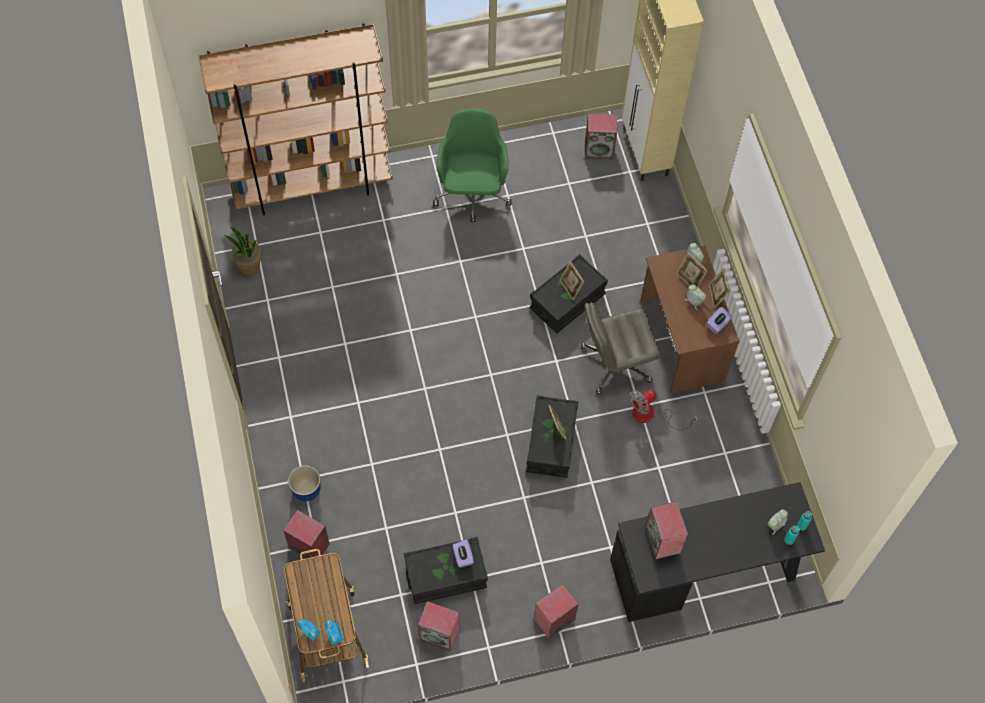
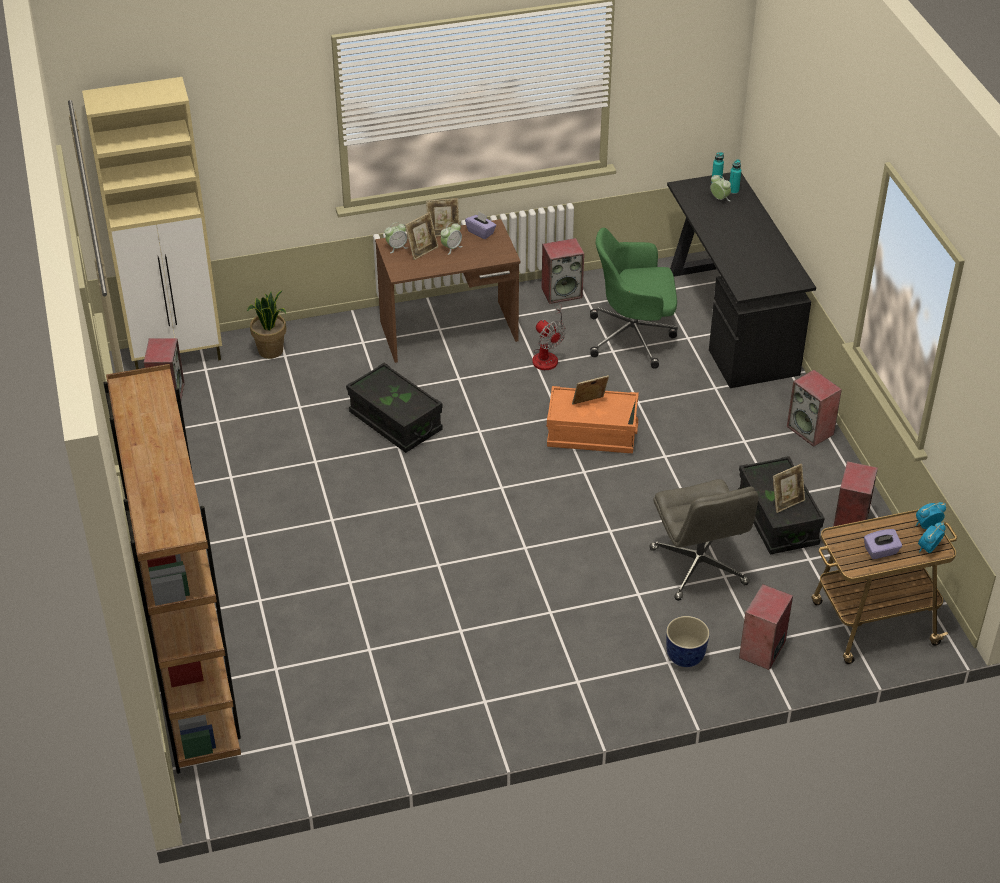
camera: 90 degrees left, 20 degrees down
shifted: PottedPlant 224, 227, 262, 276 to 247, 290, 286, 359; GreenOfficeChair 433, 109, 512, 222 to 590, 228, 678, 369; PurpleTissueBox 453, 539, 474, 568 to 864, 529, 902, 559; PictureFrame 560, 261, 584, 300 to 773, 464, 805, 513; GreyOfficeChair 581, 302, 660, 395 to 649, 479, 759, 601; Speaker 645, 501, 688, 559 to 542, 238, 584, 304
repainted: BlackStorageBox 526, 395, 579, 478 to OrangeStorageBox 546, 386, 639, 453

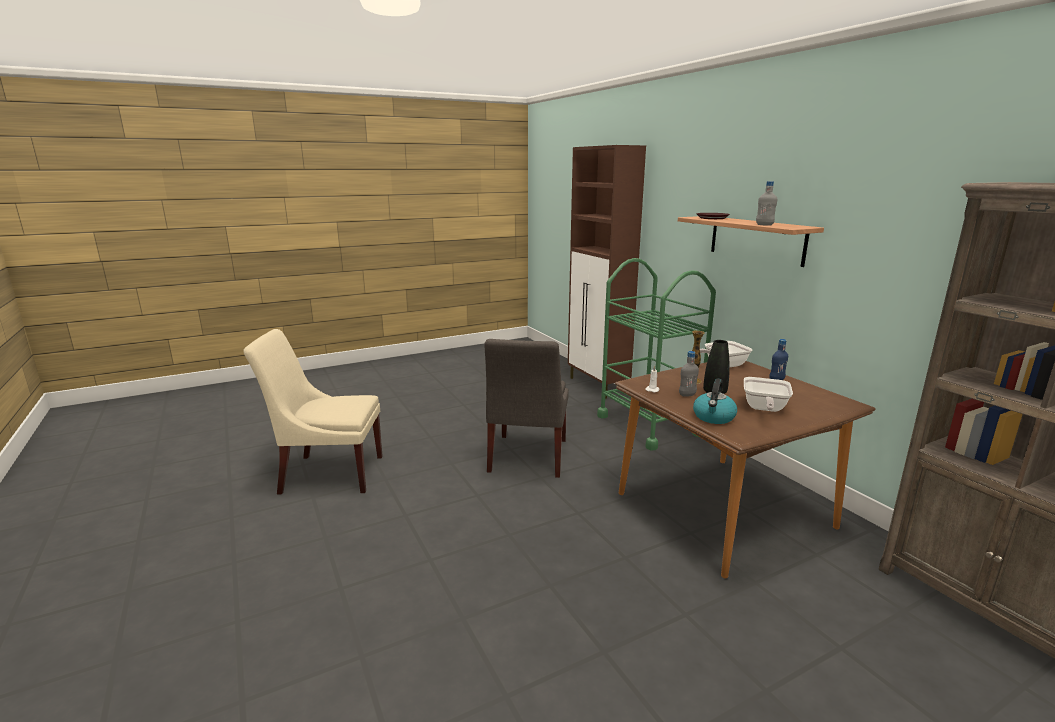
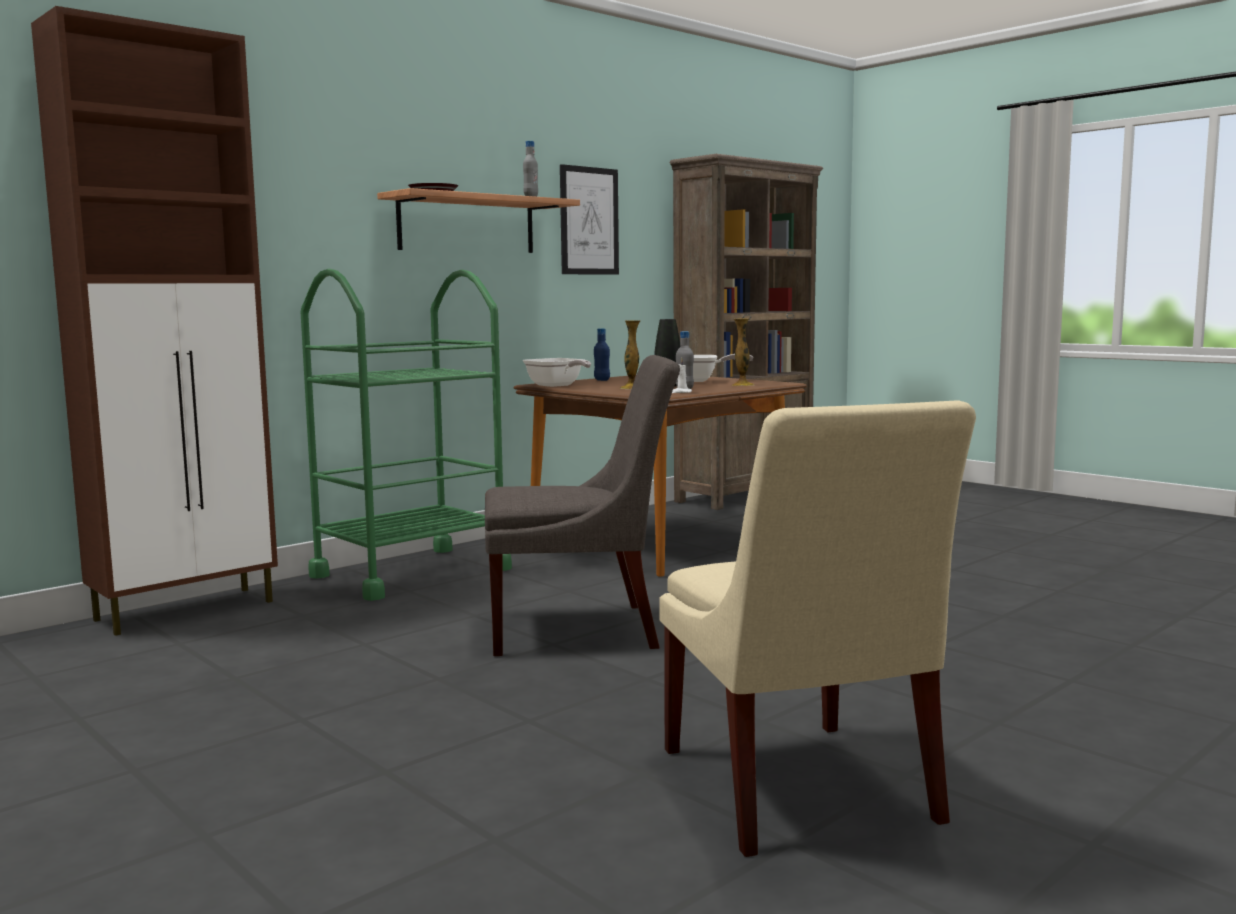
camera: 105 degrees left, 10 degrees down
new: Picture 560, 164, 619, 275
swapped: Kettle 693, 379, 737, 424 to Vase 731, 318, 754, 386

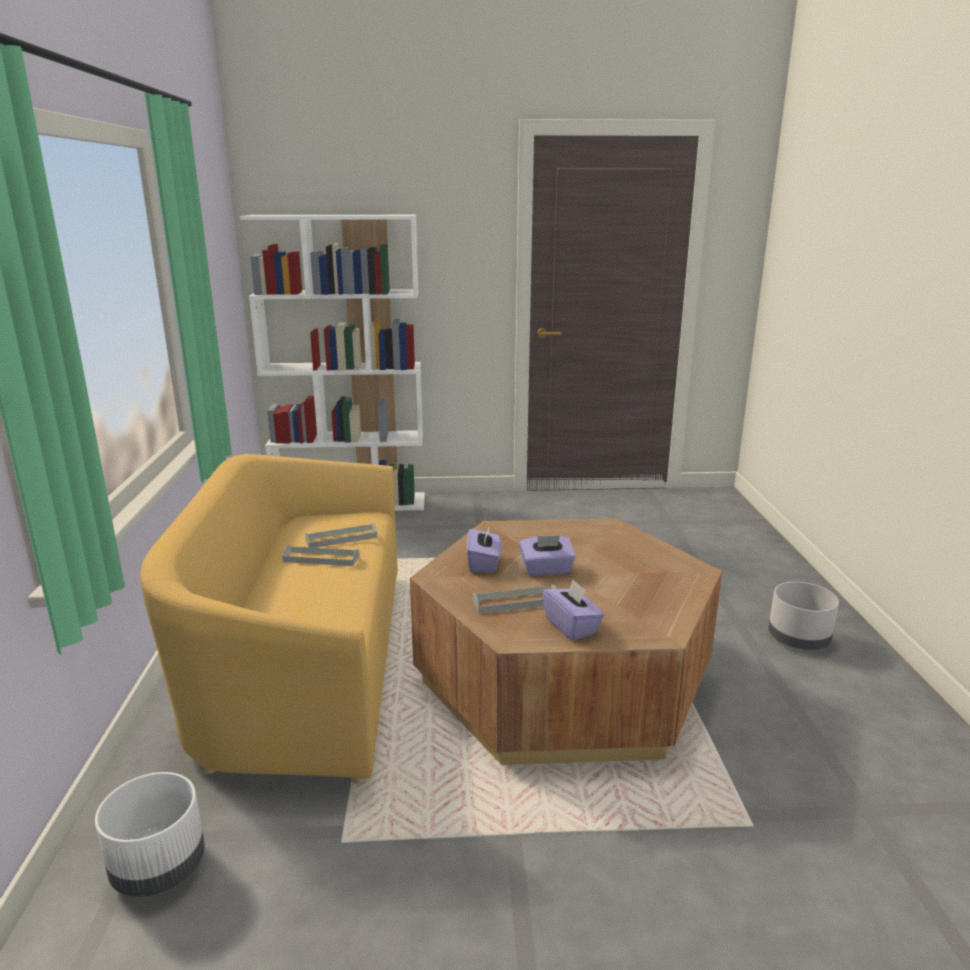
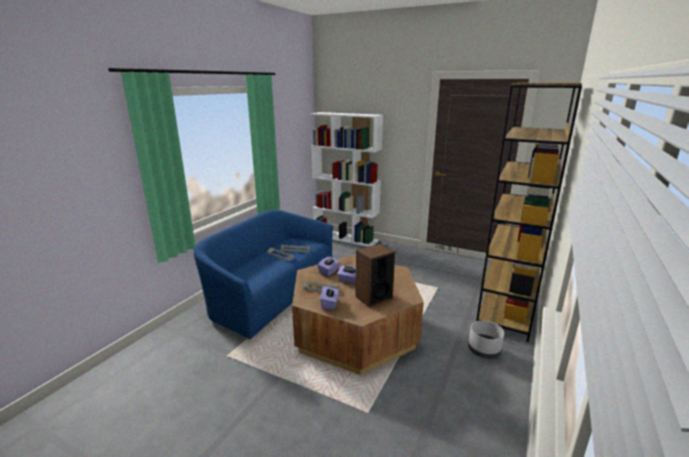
camera: 30 degrees right, 0 degrees up
gone: WhitePlanter 95, 772, 205, 897
new: Speaker 356, 244, 395, 307; BrownBookcase 476, 83, 582, 342
repainted: YellowSofa 140, 454, 398, 784 to BlueSofa 194, 210, 333, 341

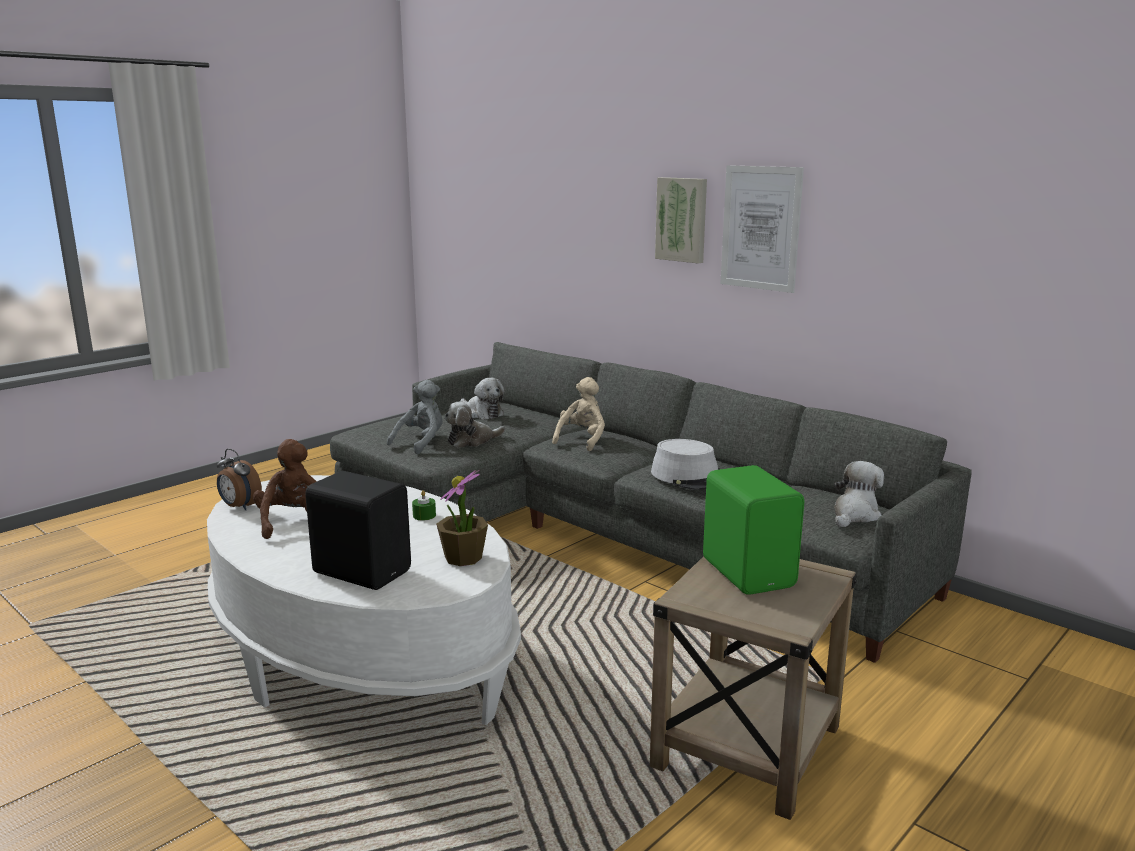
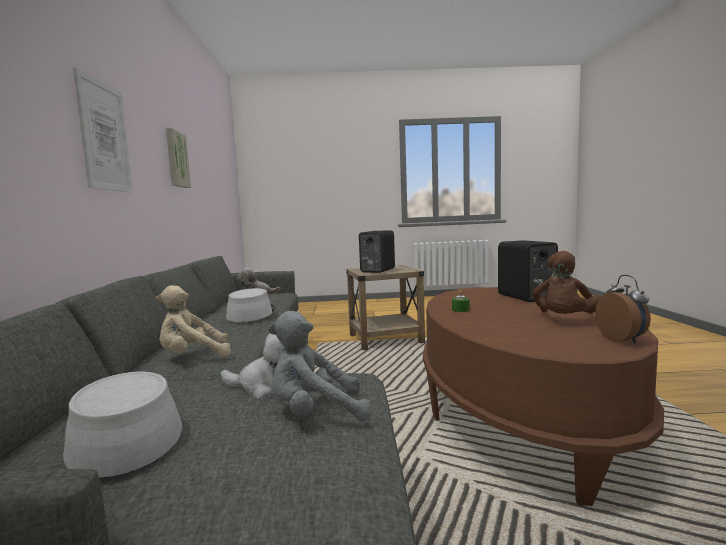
camera: 135 degrees left, 10 degrees down
gone: PottedPlant 436, 470, 488, 566
shifted: Picture 655, 177, 707, 264 to 166, 128, 191, 188
swapped: PlushToy 461, 378, 505, 419 to GreyHat 63, 372, 183, 478
repainted: WhiteCoffeeTable 207, 475, 521, 725 to BrownCoffeeTable 423, 287, 664, 506; GreenSpeaker 703, 465, 804, 595 to BlackSpeaker 359, 230, 395, 273

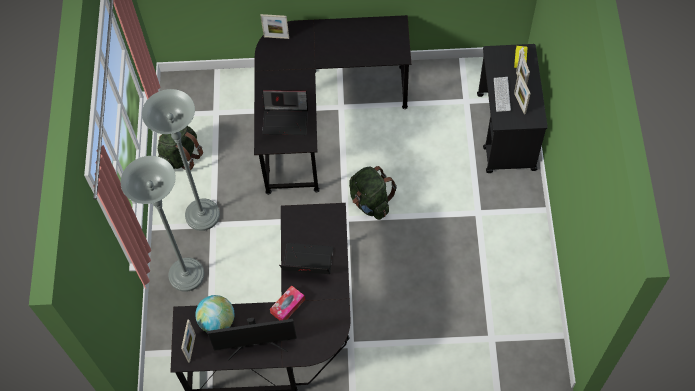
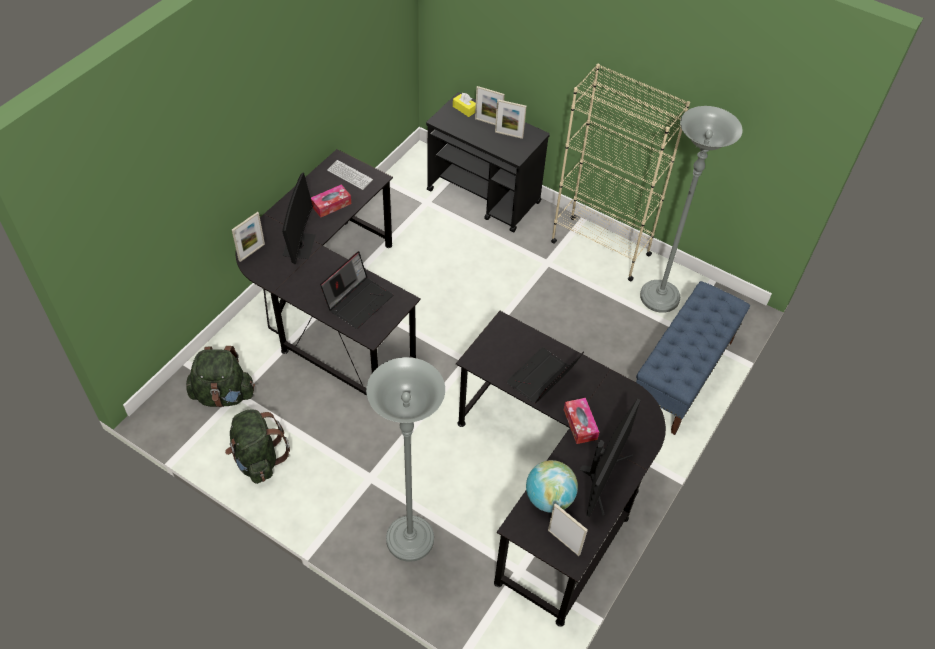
camera: 60 degrees left, 10 degrees down
new: Monitor 282, 172, 316, 264; TissueBox 311, 184, 351, 217; BeigeBookcase 551, 63, 690, 281; BlueBench 636, 281, 750, 435
shifted: GreyFloorLamp 142, 89, 220, 231 to 640, 106, 743, 313; GreenBackpack 349, 166, 397, 220 to 186, 346, 255, 407; Keyboard 494, 77, 511, 112 to 327, 160, 373, 190

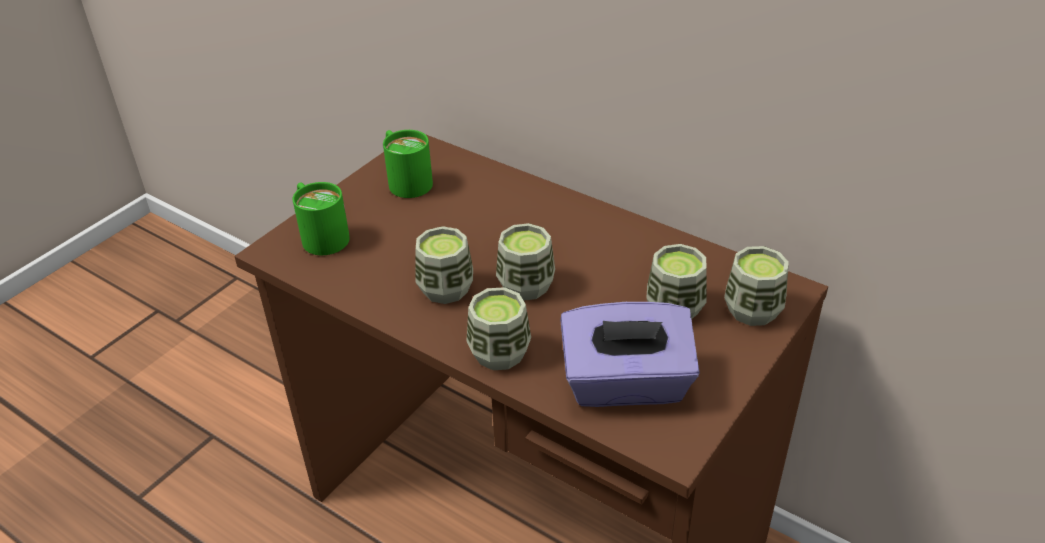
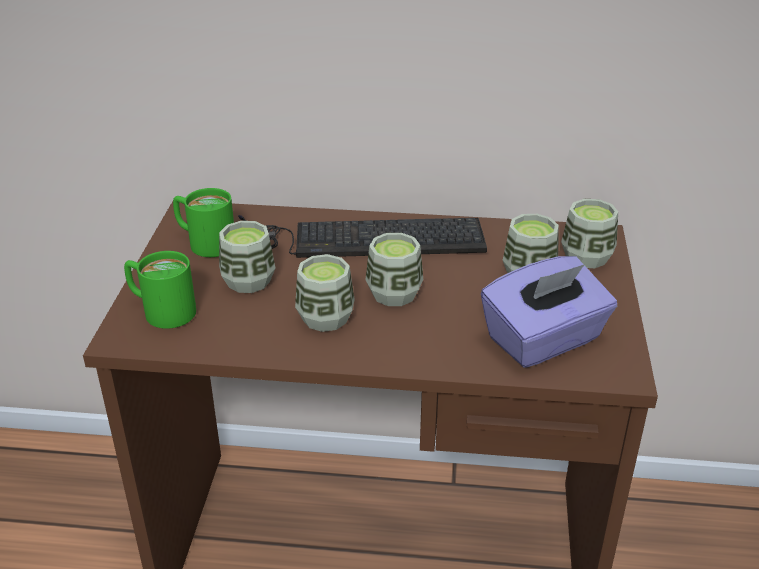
camera: 30 degrees left, 5 degrees down
new: Keyboard 238, 215, 487, 258
shifted: Cup 467, 287, 531, 370 to 219, 221, 275, 293

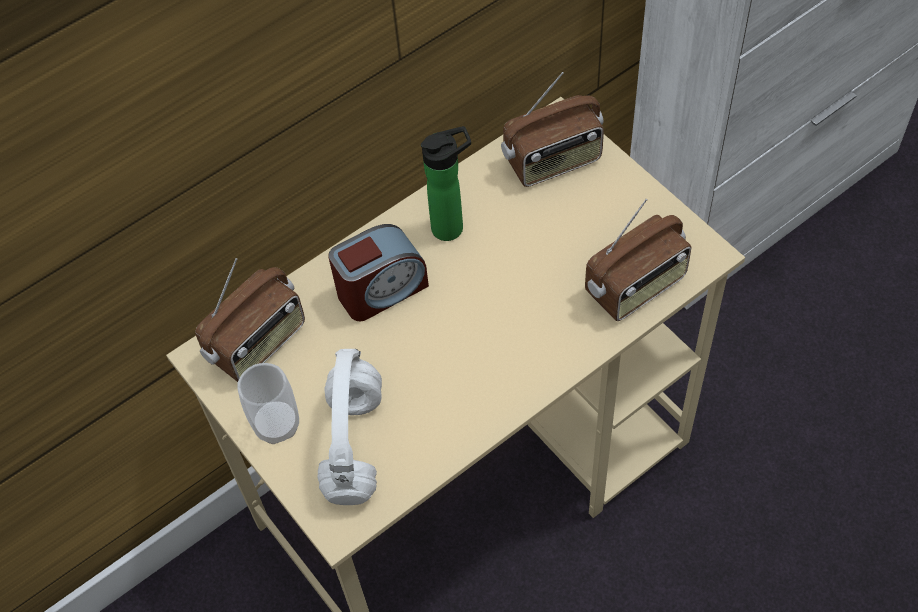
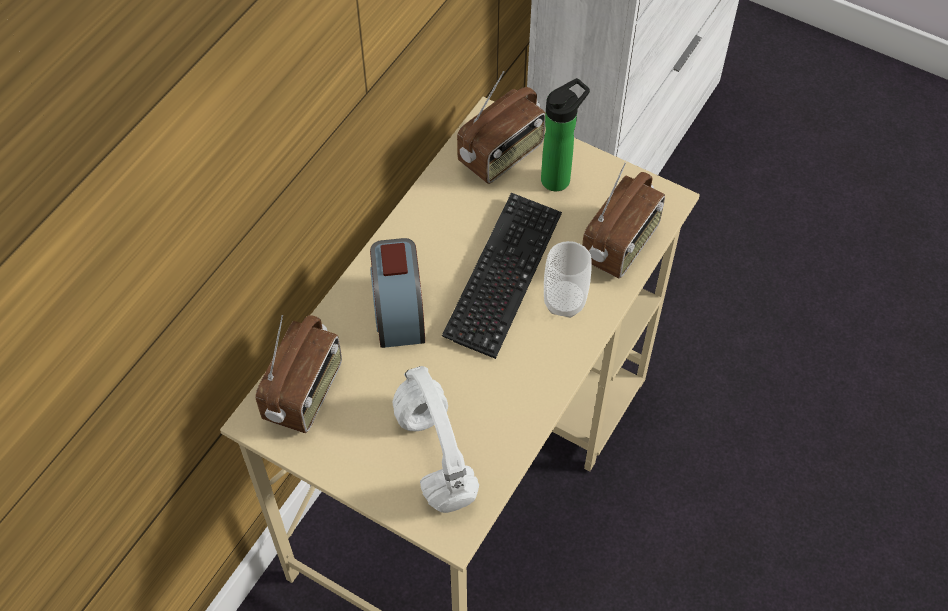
camera: 25 degrees left, 0 degrees up
new: Keyboard 442, 193, 562, 359
shifted: Cup 237, 363, 299, 444 to 544, 241, 592, 318; Bottle 421, 126, 471, 241 to 541, 78, 590, 191
rotated: AlarmClock 328, 224, 429, 321 = 370, 238, 425, 348 135 degrees clockwise

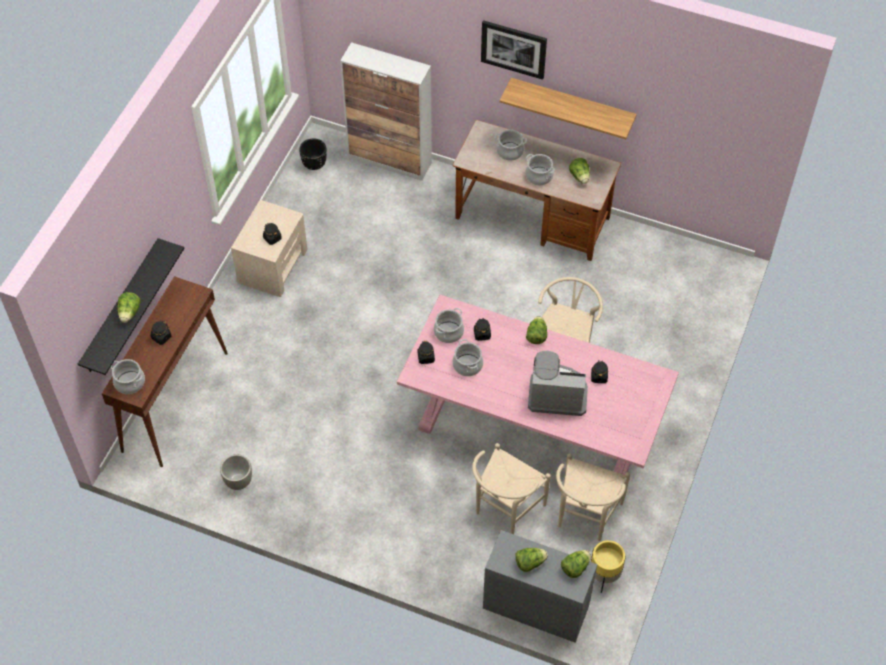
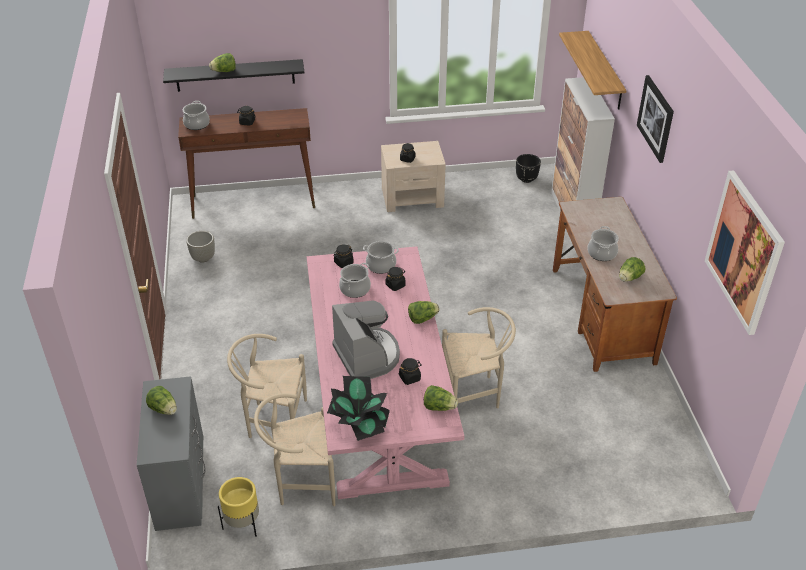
camera: 60 degrees right, 15 degrees down
gone: CookingPot 495, 129, 527, 161
new: PottedPlant 327, 376, 390, 441; Picture 705, 170, 785, 335
shifted: Shelf 500, 78, 637, 139 to 559, 31, 626, 110; Lettuce 561, 550, 591, 578 to 424, 385, 458, 411

